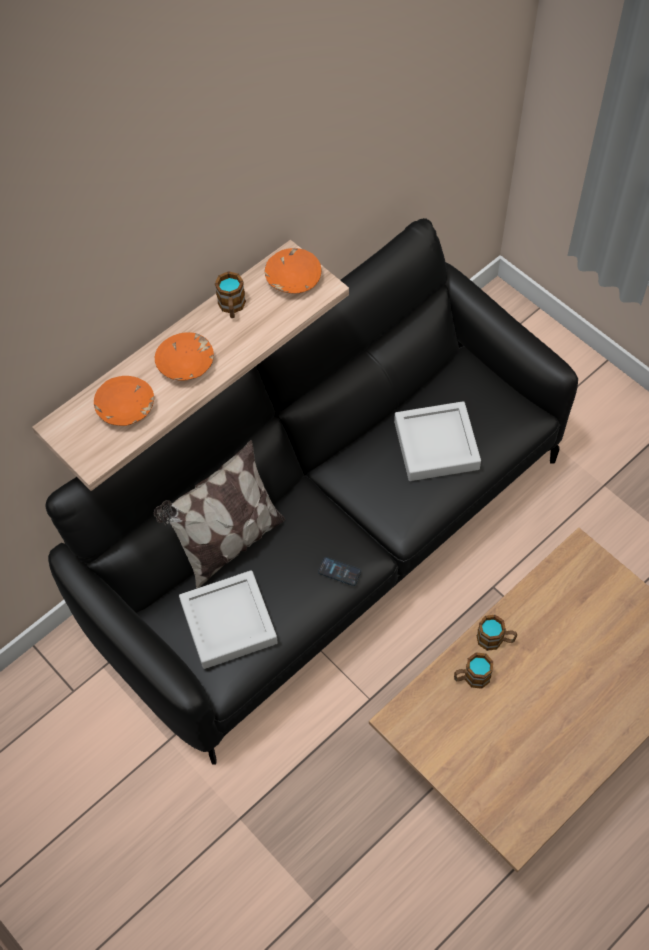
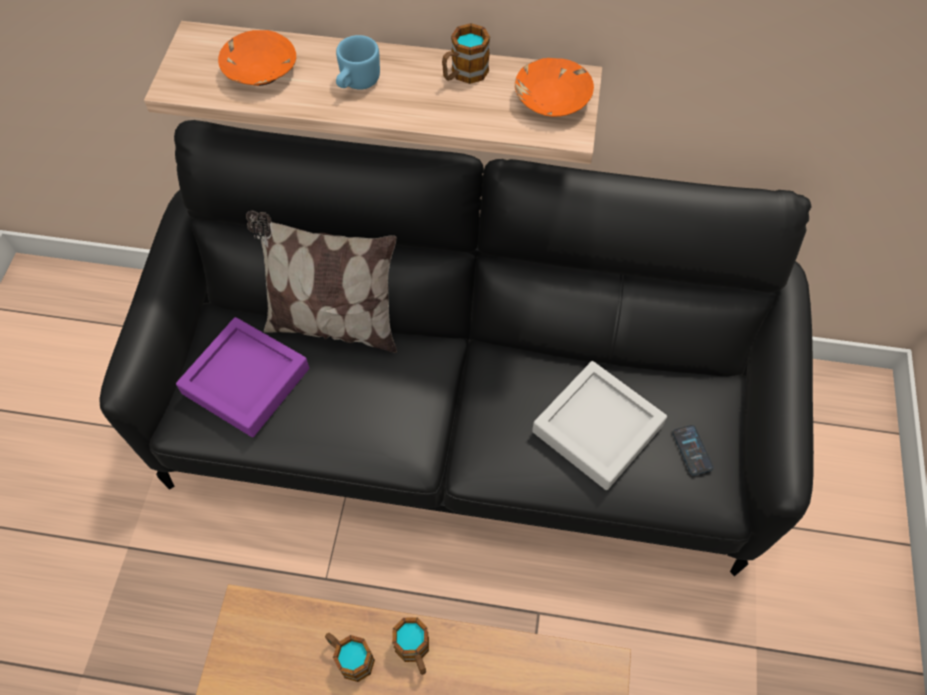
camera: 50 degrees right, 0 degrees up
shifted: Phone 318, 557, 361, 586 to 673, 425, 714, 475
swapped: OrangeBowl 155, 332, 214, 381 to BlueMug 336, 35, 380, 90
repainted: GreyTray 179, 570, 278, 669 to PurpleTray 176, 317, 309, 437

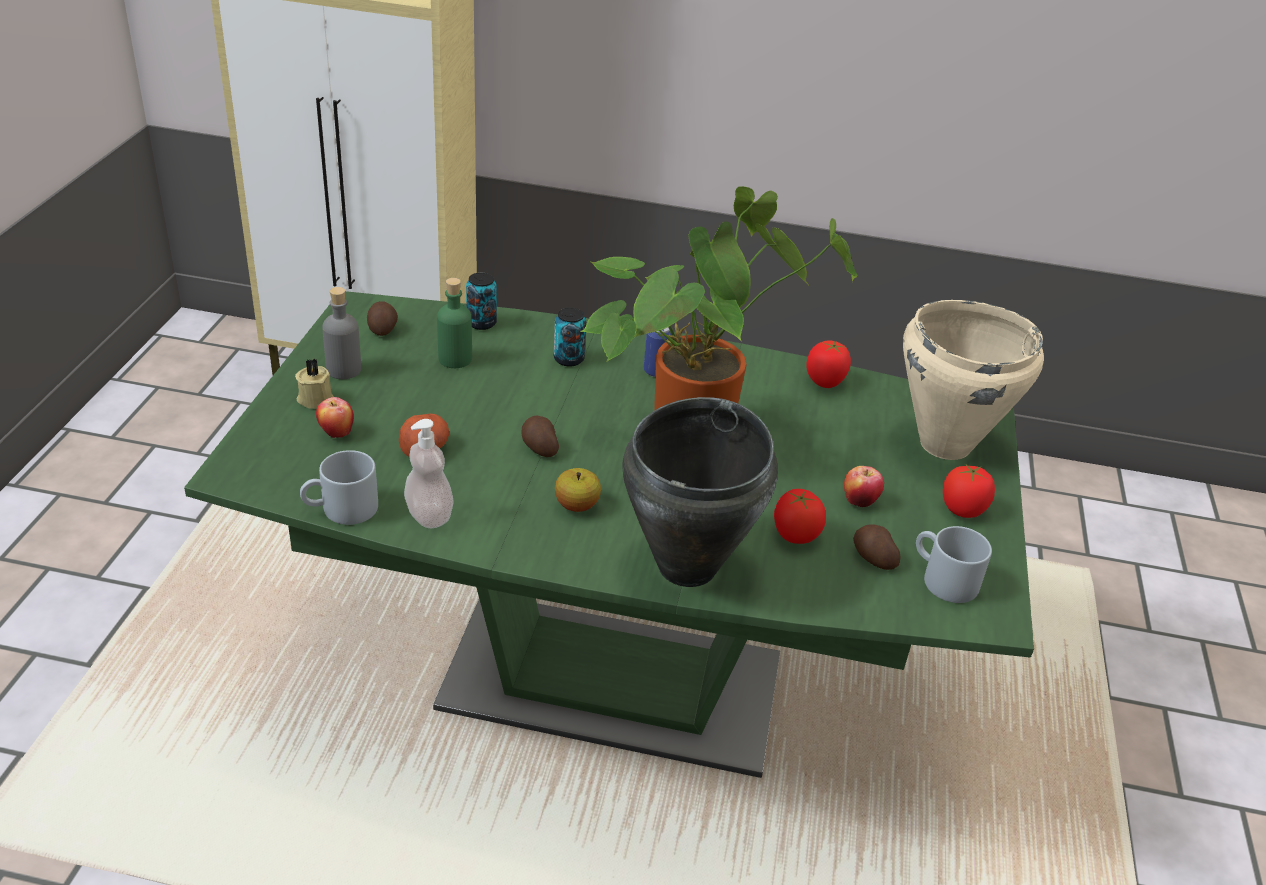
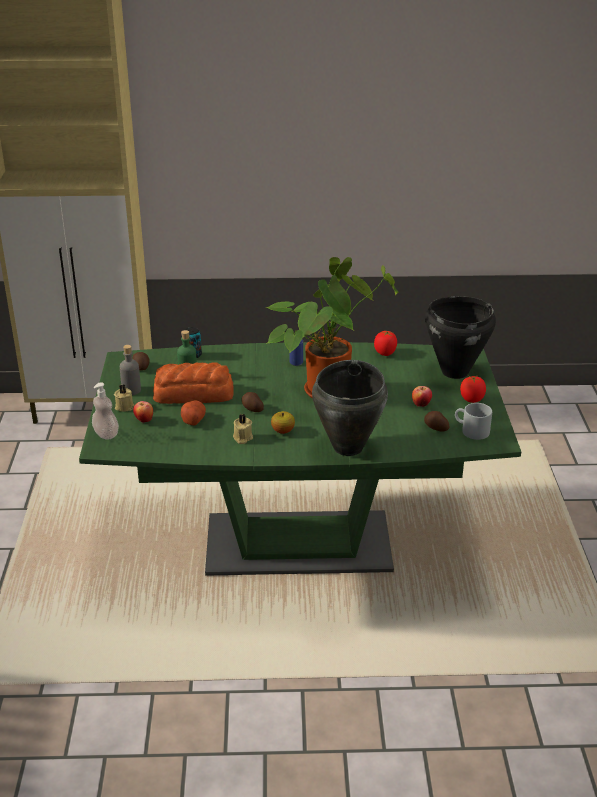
camera: 10 degrees left, 5 degrees down
gone: GreyMug 300, 450, 378, 525; Can 554, 308, 586, 366; Tomato 774, 489, 826, 544
new: Bread 153, 362, 234, 404; BeigeCandle 233, 414, 253, 444
shifted: SoapDispenser 404, 419, 454, 528 to 92, 383, 119, 440
repainted: BeigeCookingPot 903, 300, 1044, 460 to BlackCookingPot 425, 296, 496, 379

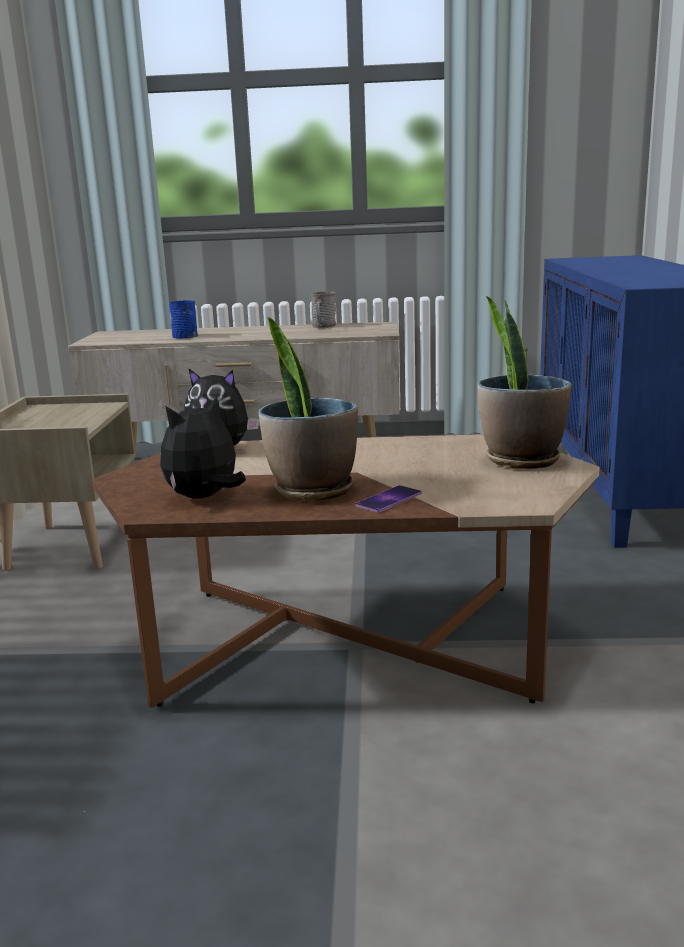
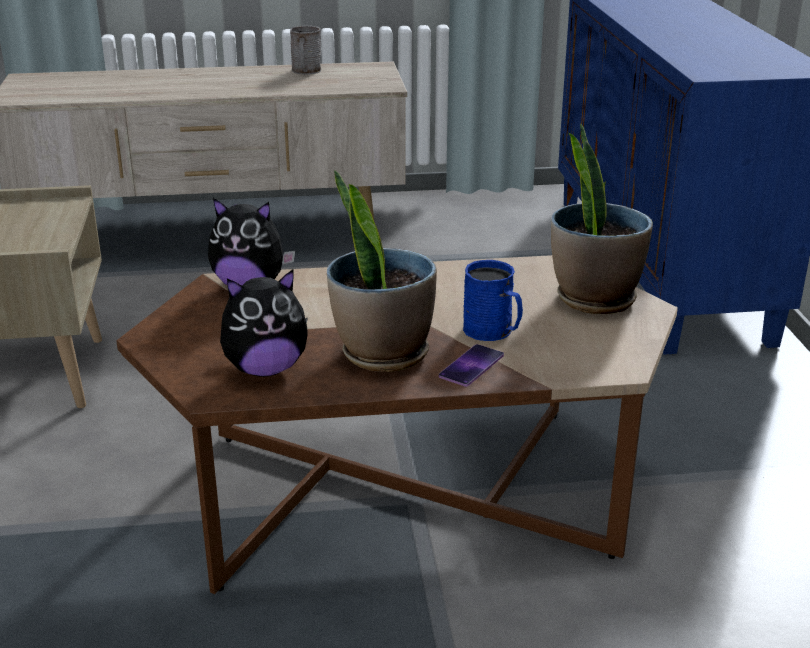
camera: 10 degrees left, 10 degrees up
shifted: BlueMug 169, 300, 198, 338 to 463, 260, 523, 341
rotated: PlushToy 160, 396, 246, 499 = 220, 269, 308, 377 150 degrees counterclockwise

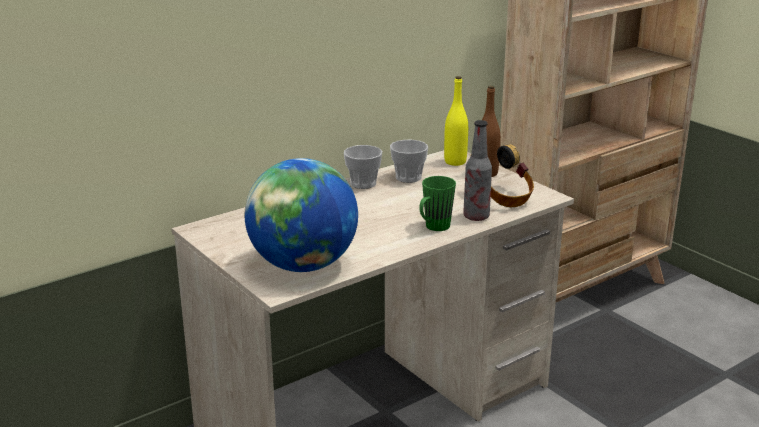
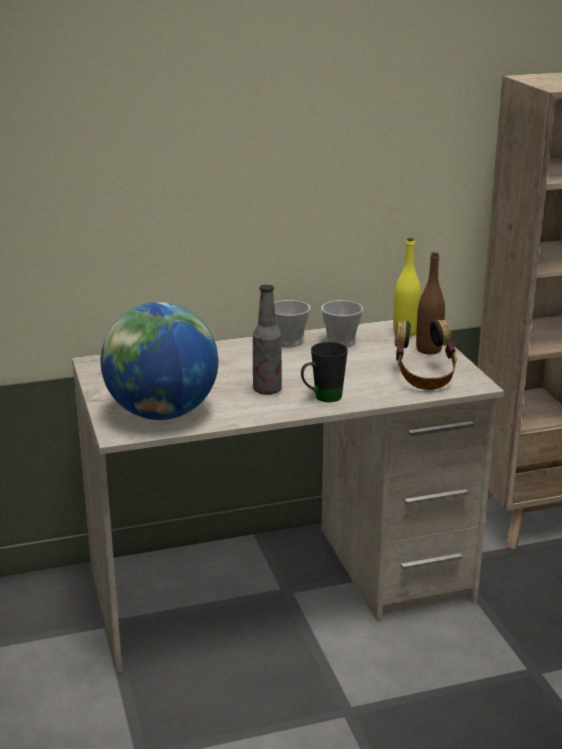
camera: 20 degrees right, 0 degrees up
shifted: Bottle 463, 120, 492, 221 to 253, 284, 282, 395
repainted: GreenMug 419, 176, 456, 231 to BlackMug 301, 342, 348, 402

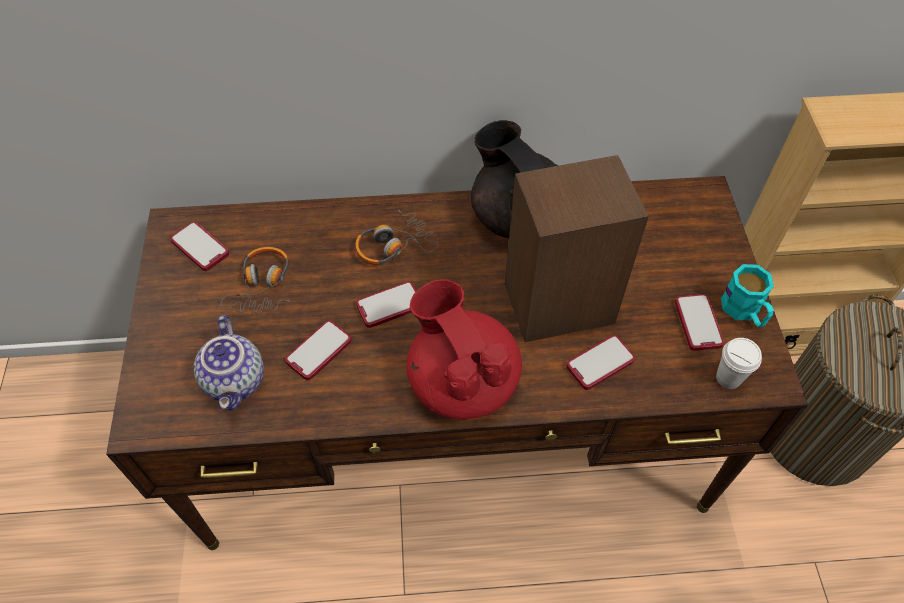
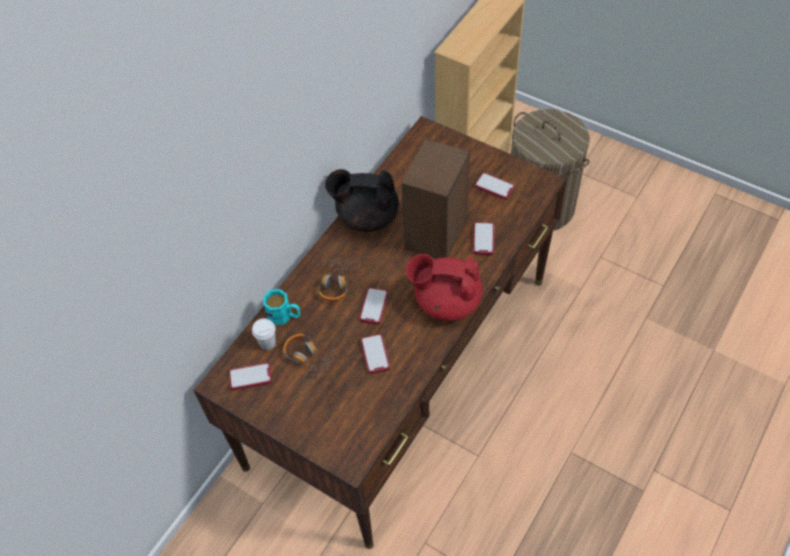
camera: 50 degrees left, 0 degrees up
gone: Teapot 194, 315, 264, 411
shifted: WhiteCup 716, 338, 762, 389 to 252, 318, 276, 350; TurquoiseMug 721, 264, 774, 327 to 263, 289, 300, 325

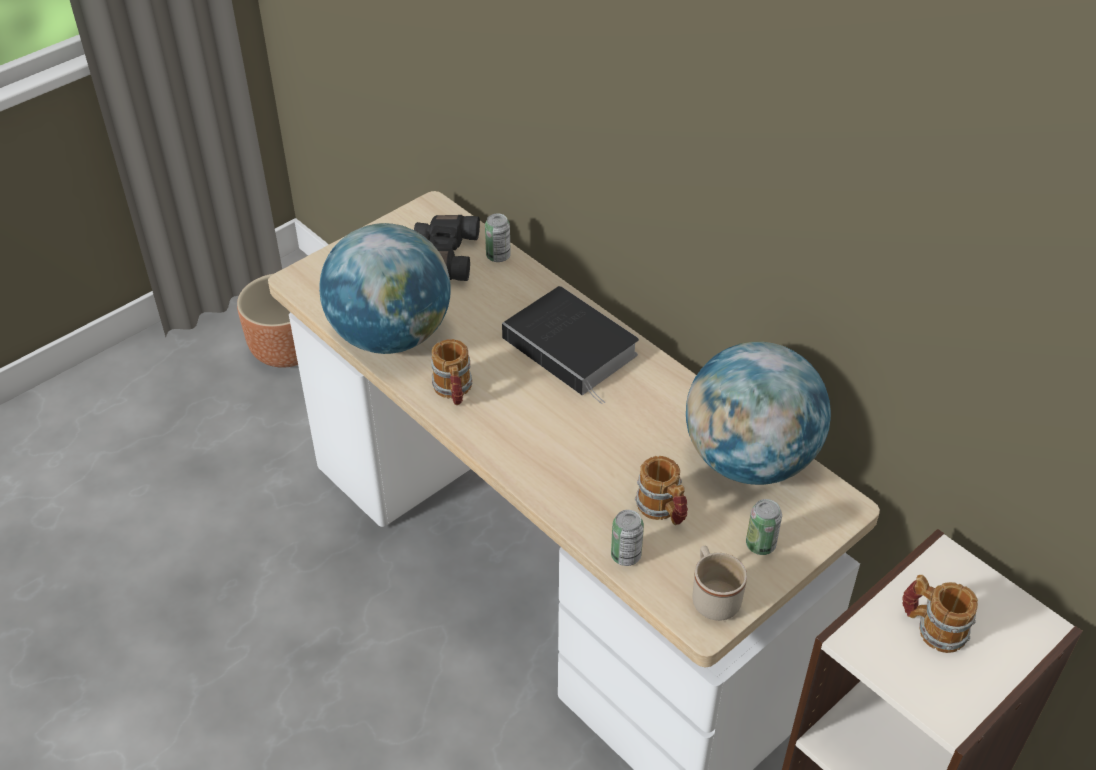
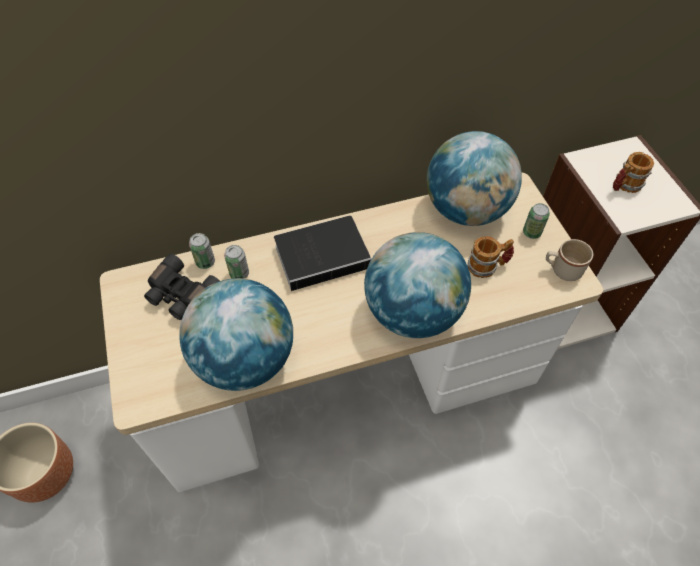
camera: 65 degrees left, 10 degrees up
gone: Mug 431, 339, 472, 405
new: Globe 364, 232, 471, 338
shifted: Can 611, 510, 644, 566 to 224, 245, 249, 279

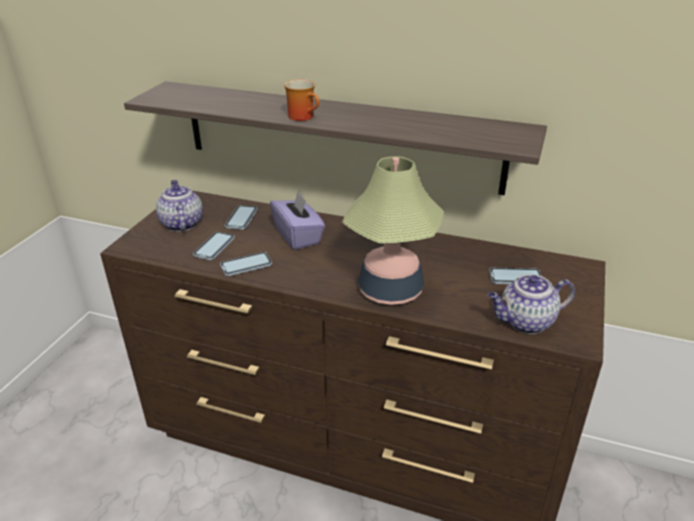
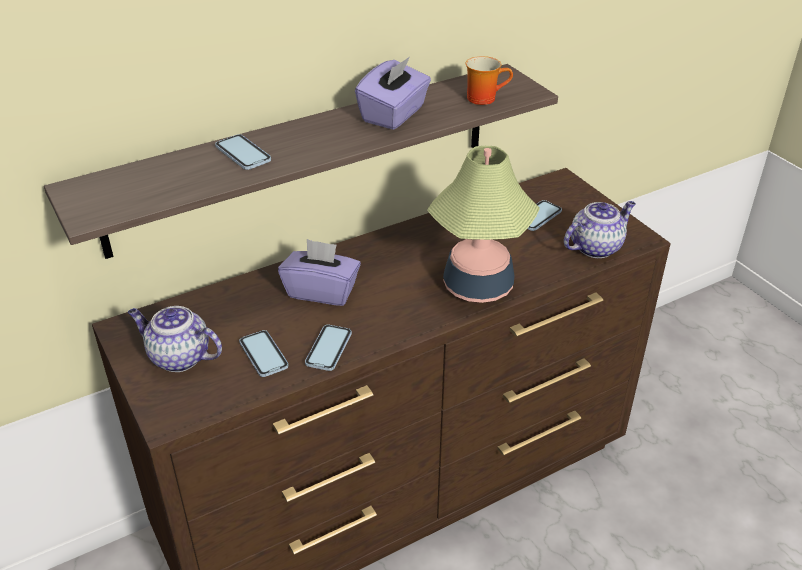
camera: 50 degrees left, 5 degrees up
new: PurpleTissueBox 355, 57, 431, 130
shifted: Phone 225, 205, 258, 230 to 215, 134, 271, 170; Mug 284, 79, 319, 121 to 466, 56, 513, 105
rotated: Teapot 488, 274, 575, 334 = 564, 201, 636, 258 150 degrees counterclockwise

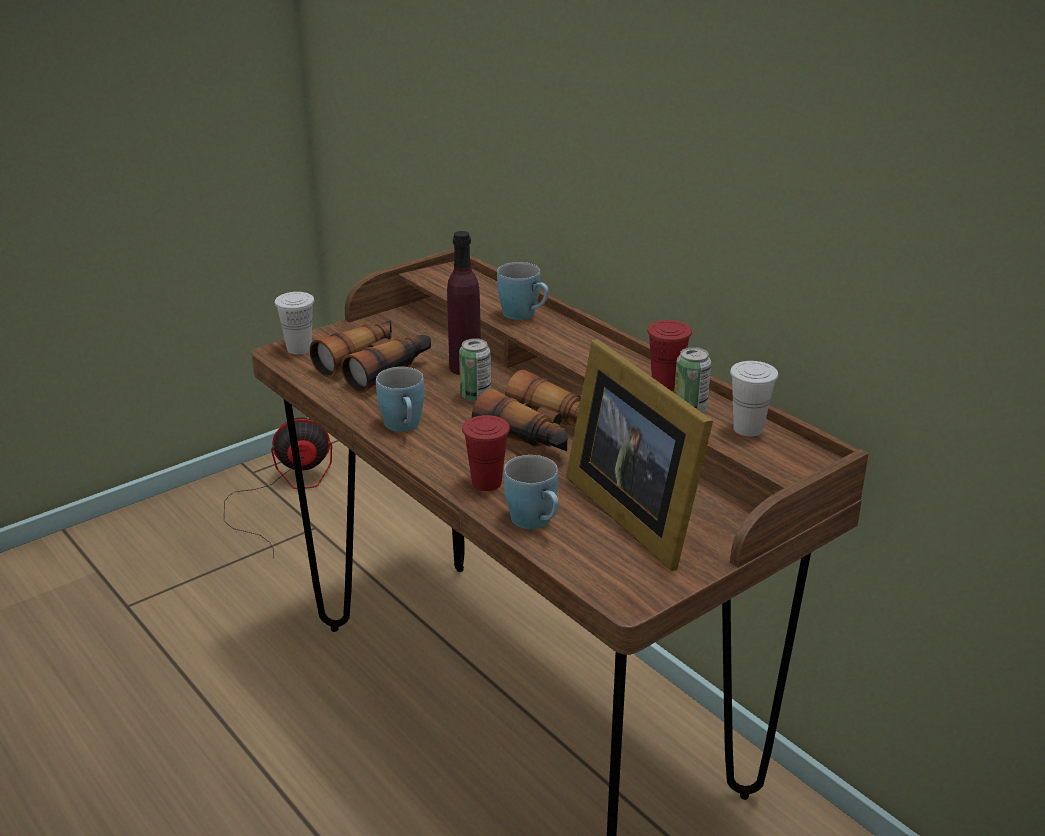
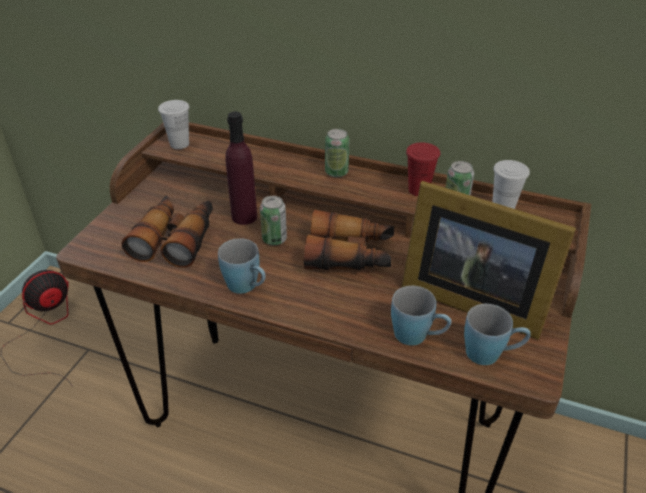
camera: 30 degrees left, 10 degrees up
gone: RedCup 462, 415, 510, 491
new: Can 325, 129, 349, 177
shifted: WhiteCup 275, 292, 314, 354 to 158, 100, 189, 149; BlueMug 497, 262, 549, 320 to 464, 304, 531, 365

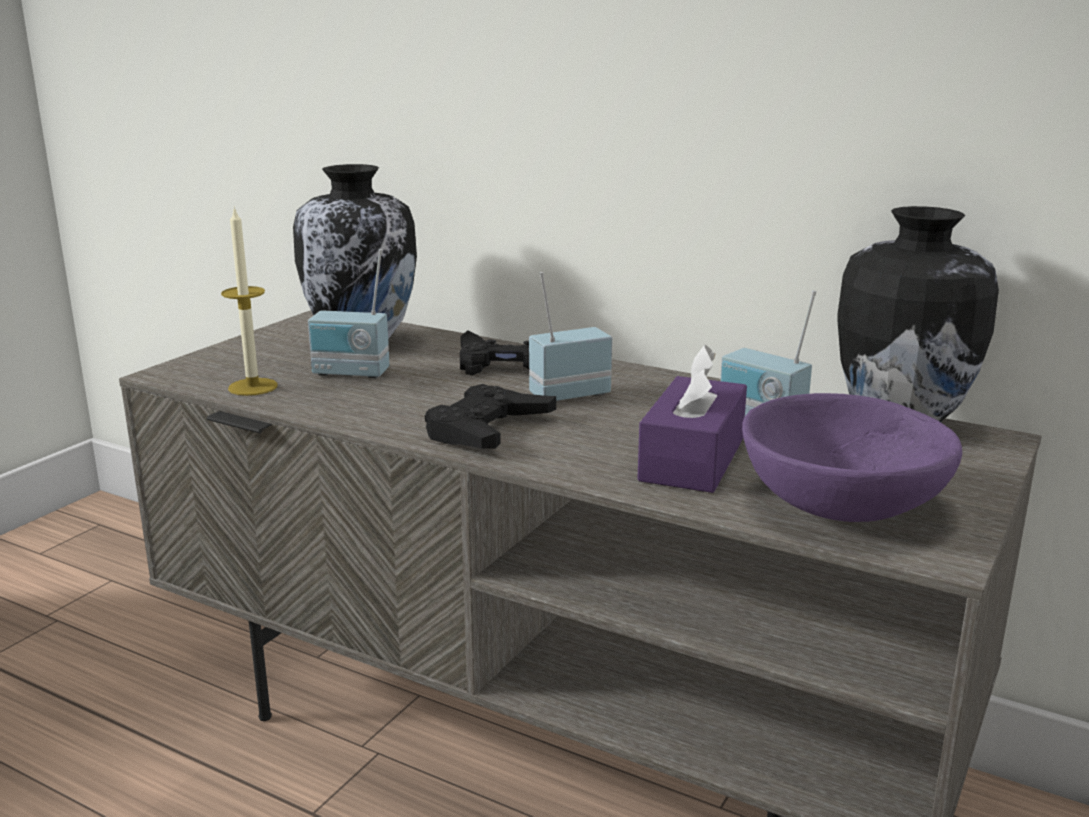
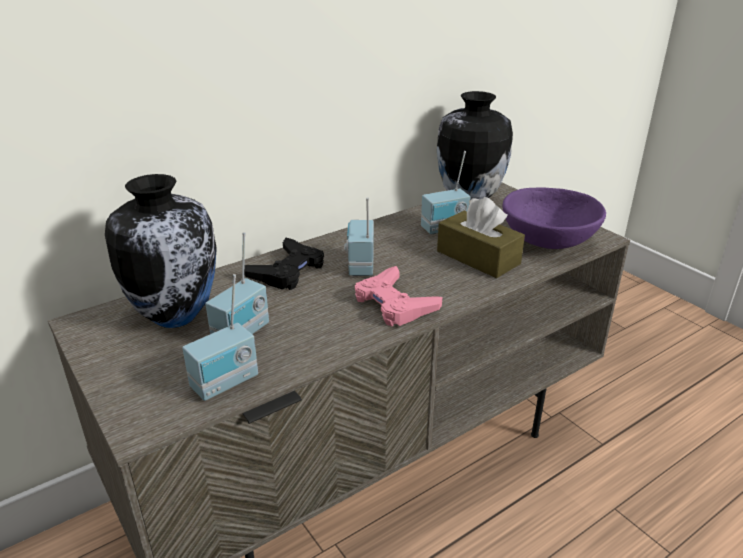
camera: 65 degrees left, 10 degrees up
swapped: Candle 221, 206, 278, 396 to Radio 182, 274, 258, 401
repainted: BlackGameController 425, 384, 556, 449 to PinkGameController 355, 266, 442, 326; PurpleTissueBox 637, 345, 747, 493 to BrownTissueBox 437, 197, 525, 278

